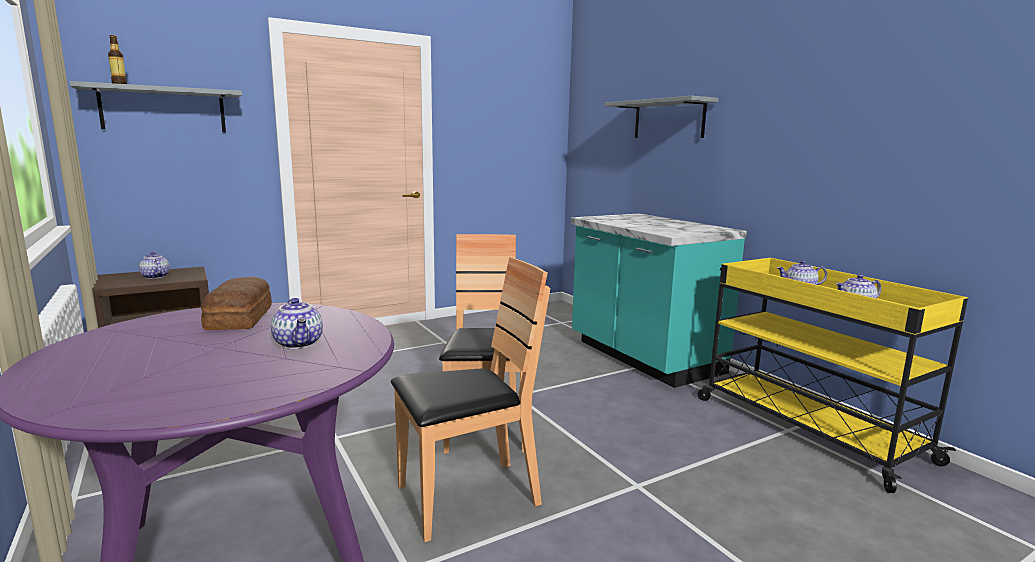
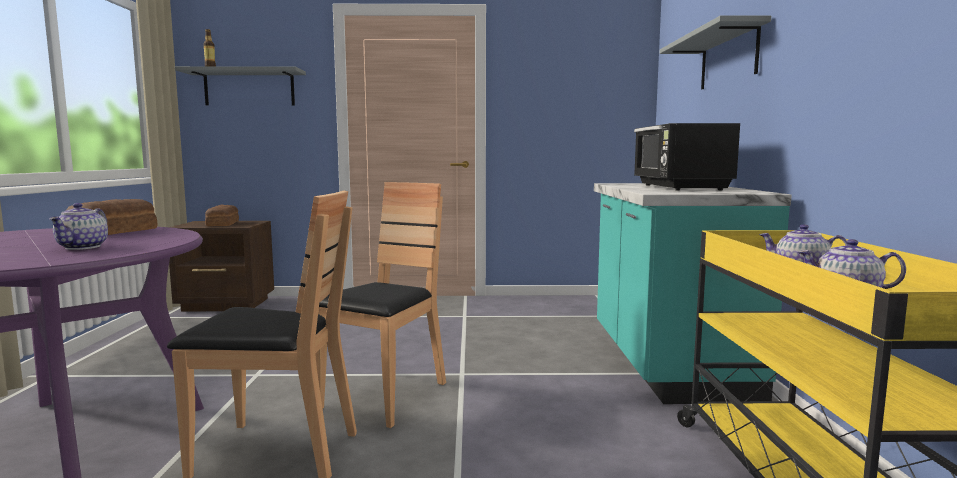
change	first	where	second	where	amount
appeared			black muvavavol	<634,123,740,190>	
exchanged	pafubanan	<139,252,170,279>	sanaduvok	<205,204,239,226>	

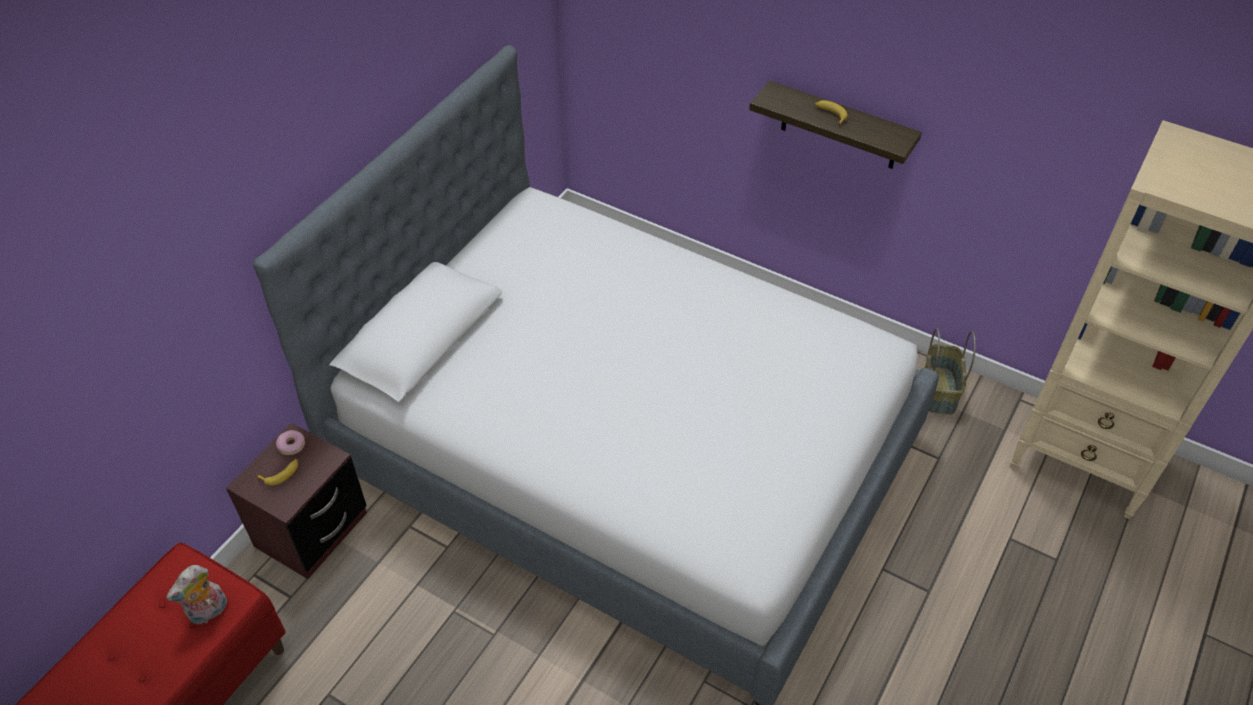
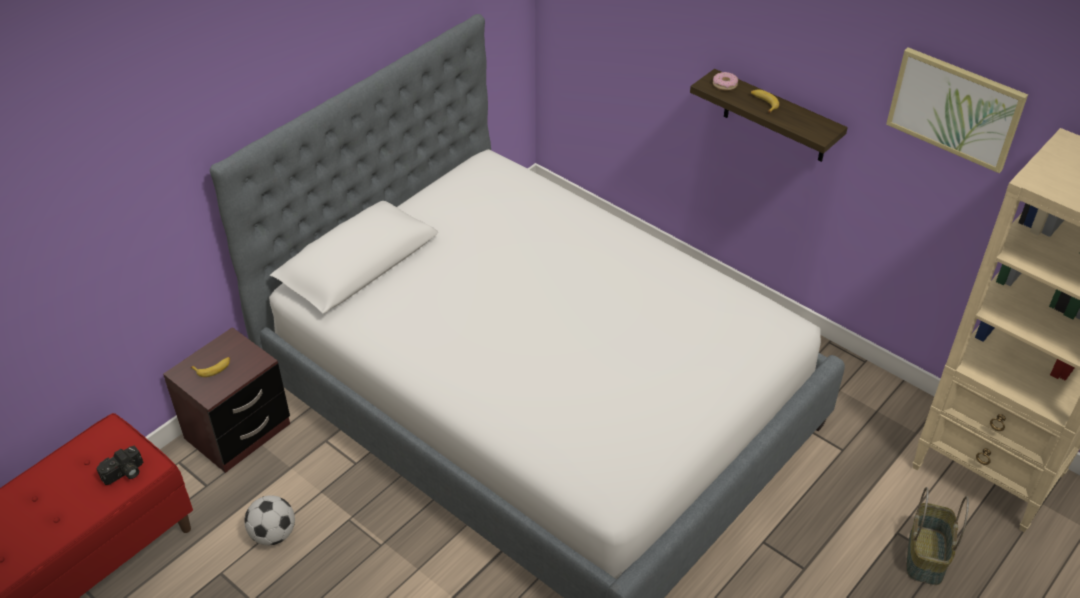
change	first	where	second	where	amount
appeared			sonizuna	<244,495,295,545>	
appeared			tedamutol	<886,47,1028,173>	
relocated	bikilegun	<276,430,305,455>		<713,72,738,90>	
relocated	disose	<925,328,976,414>		<907,487,969,585>	
exchanged	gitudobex	<166,565,227,624>	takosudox	<96,446,144,485>	

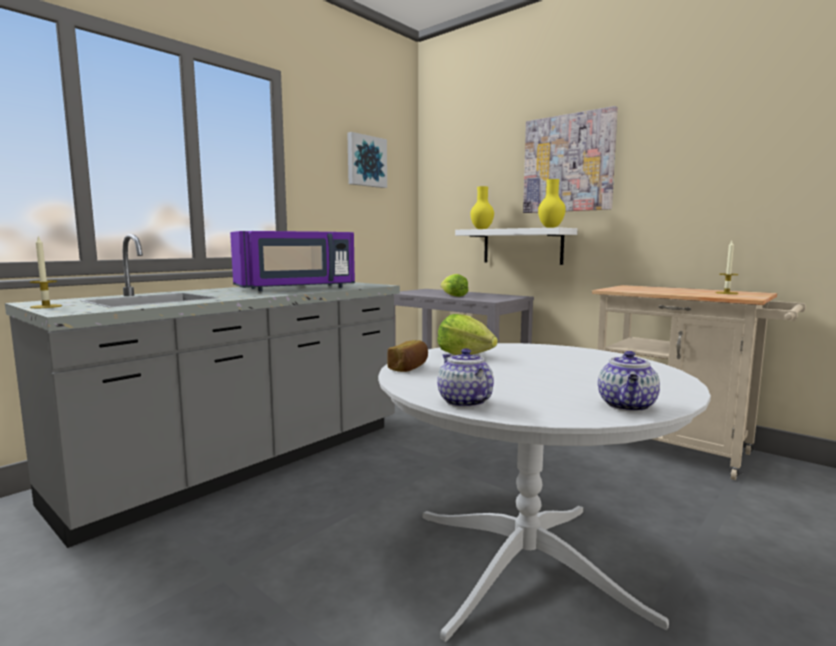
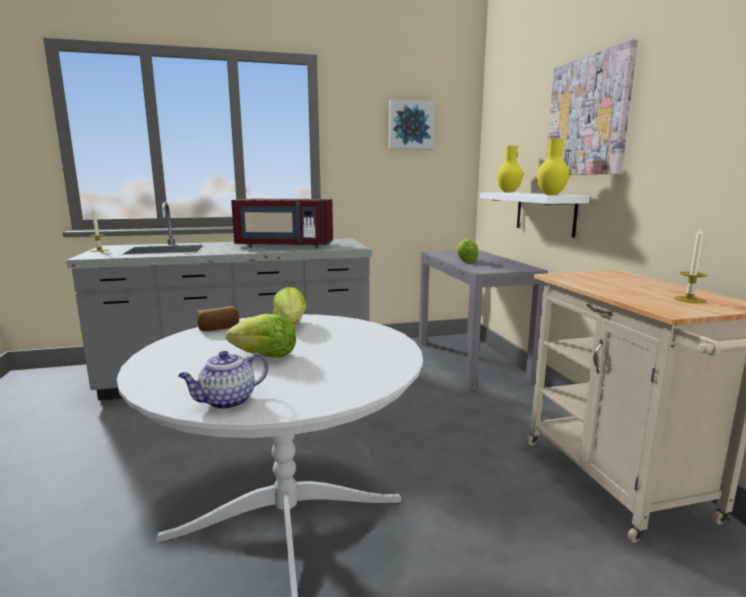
change	first	where	second	where	amount
missing	pafubanan	<437,348,494,408>			
appeared			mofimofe	<226,313,296,358>	
colour	purple muvavavol	<230,231,355,291>	red muvavavol	<231,199,333,248>	

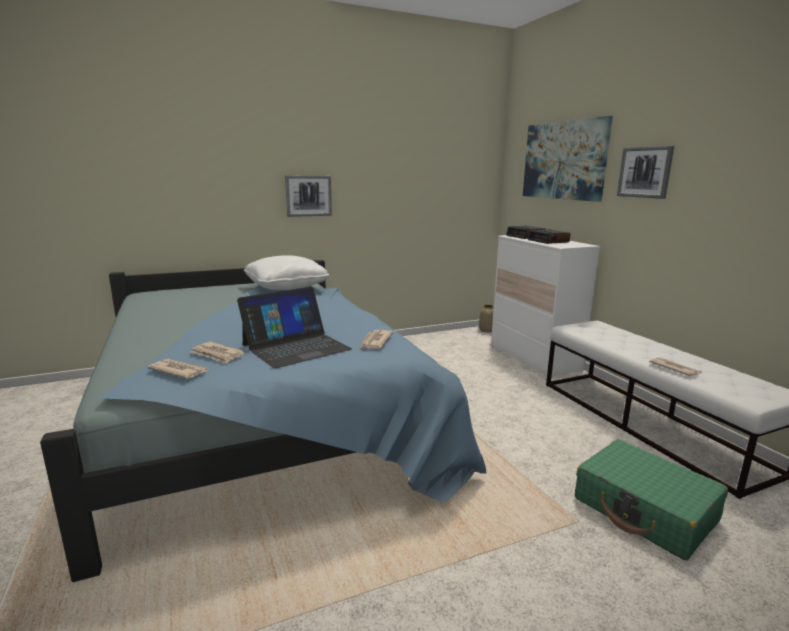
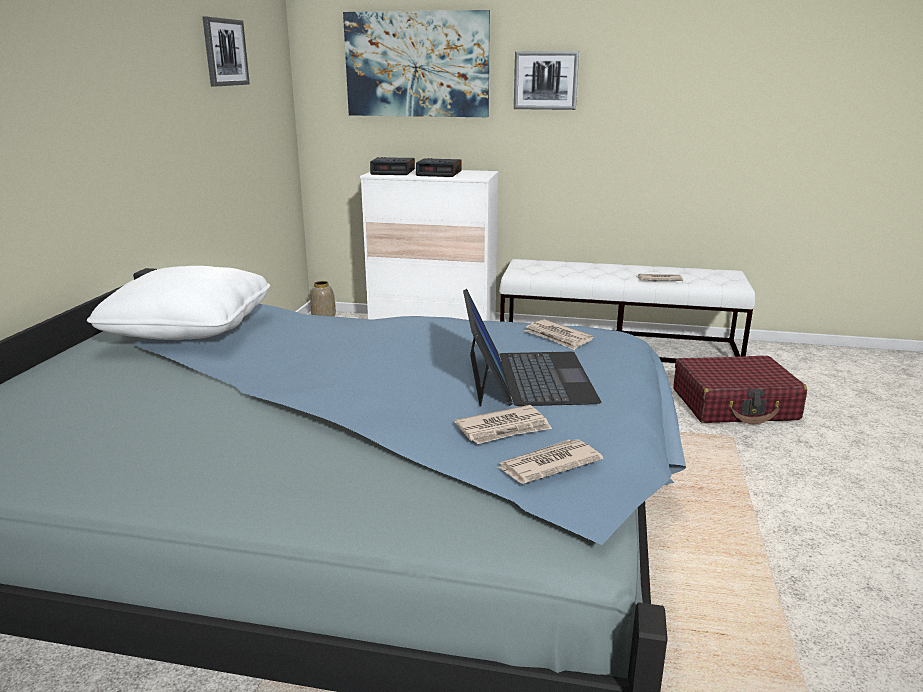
change	first	where	second	where	amount
relocated	tedamutol	<285,176,332,217>		<202,17,250,86>	
colour	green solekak	<575,439,728,560>	red solekak	<674,356,807,424>	

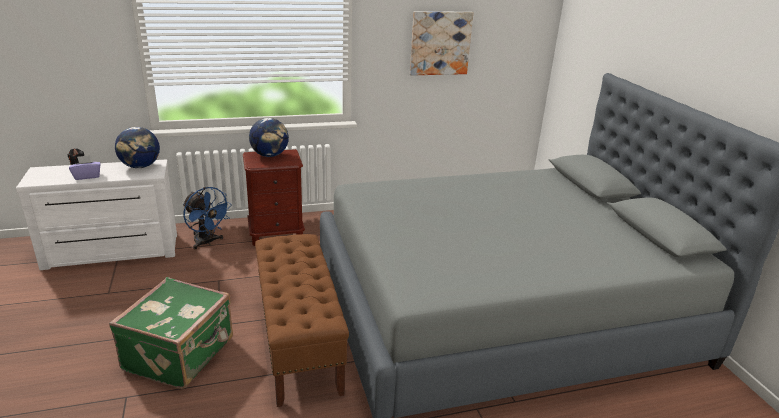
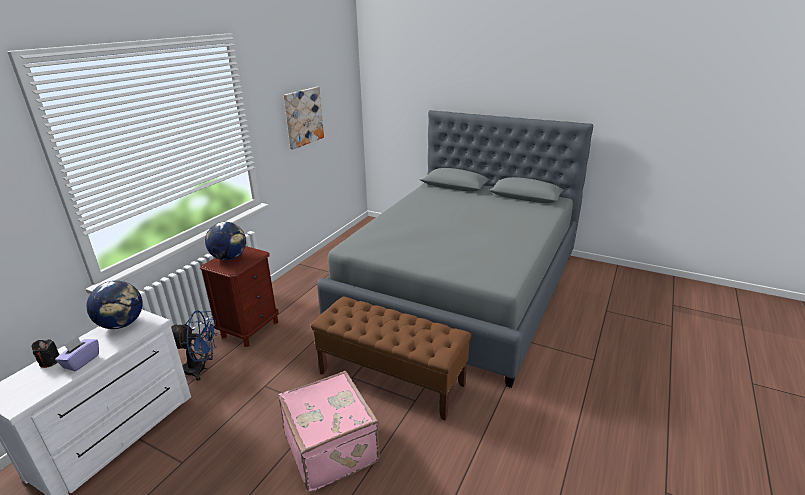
change	first	where	second	where	amount
colour	green solekak	<109,277,233,389>	pink solekak	<278,371,380,492>	

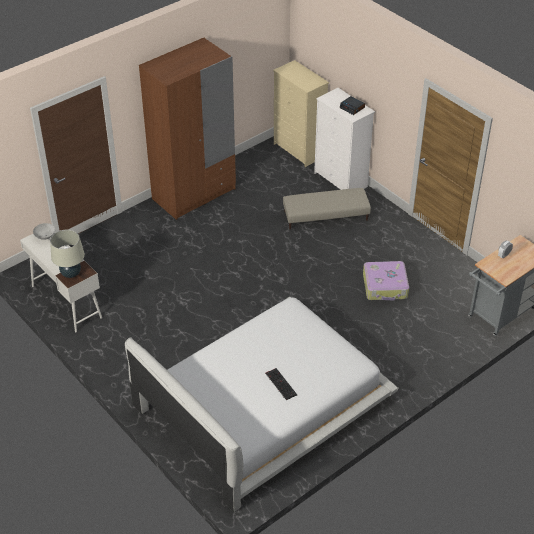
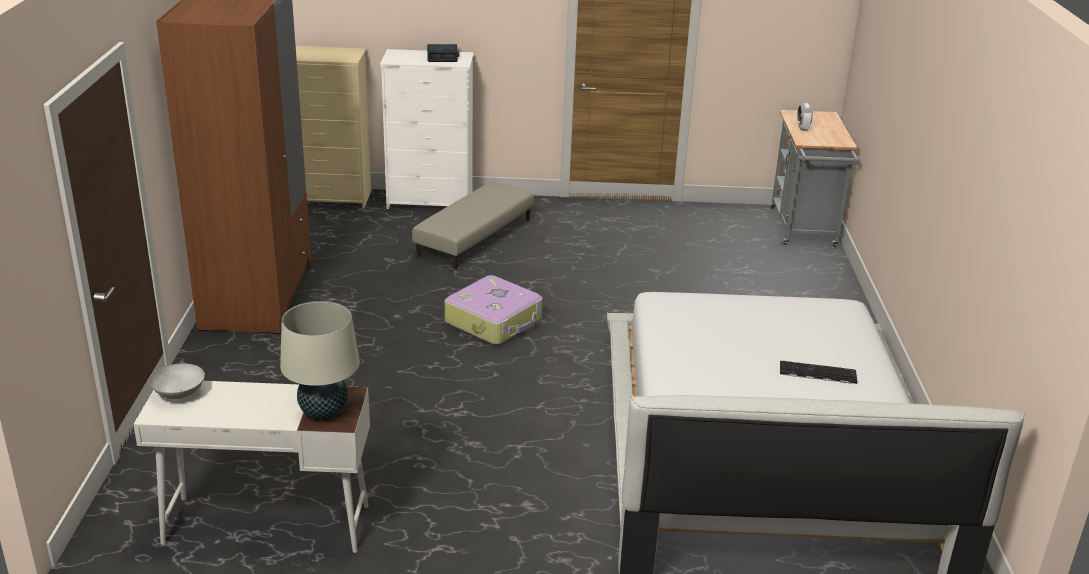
change	first	where	second	where	amount
relocated	solekak	<363,261,409,300>		<444,275,543,345>	

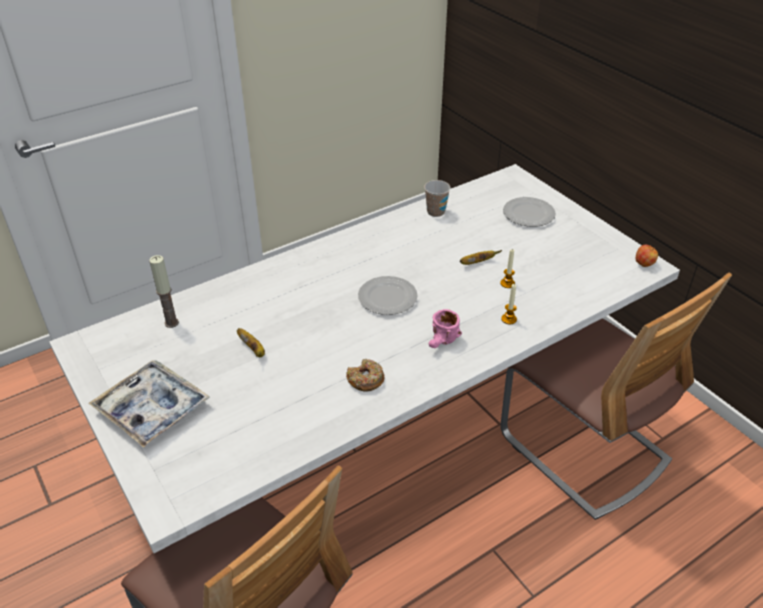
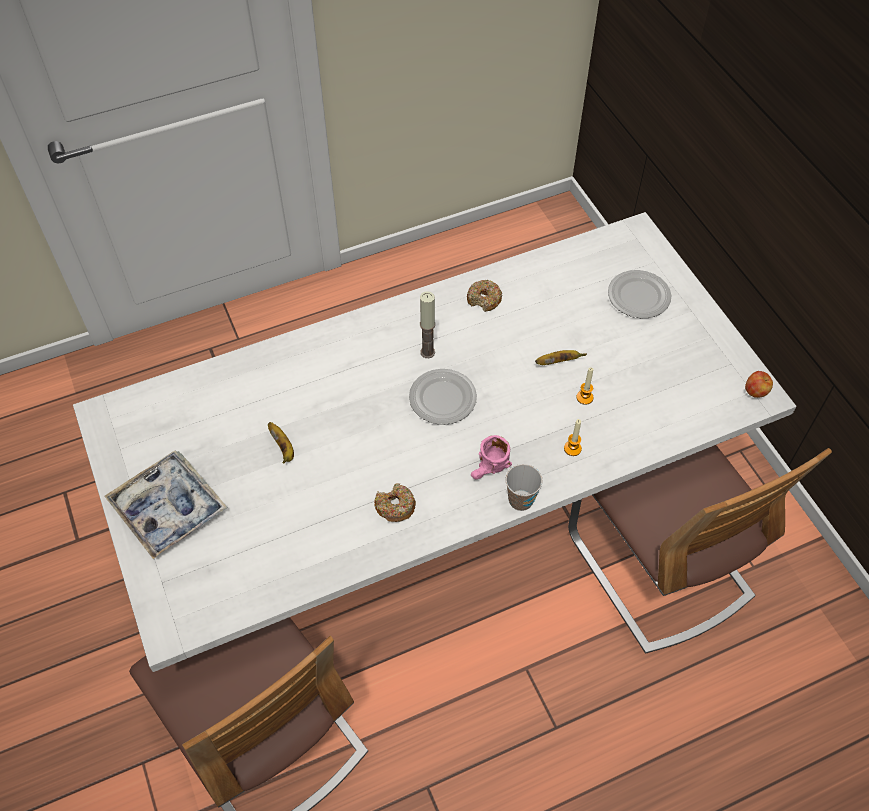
change	first	where	second	where	amount
appeared			bikilegun	<467,280,502,312>	
relocated	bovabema	<149,255,179,328>		<420,291,436,358>	
relocated	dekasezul	<424,180,450,217>		<505,464,543,511>	

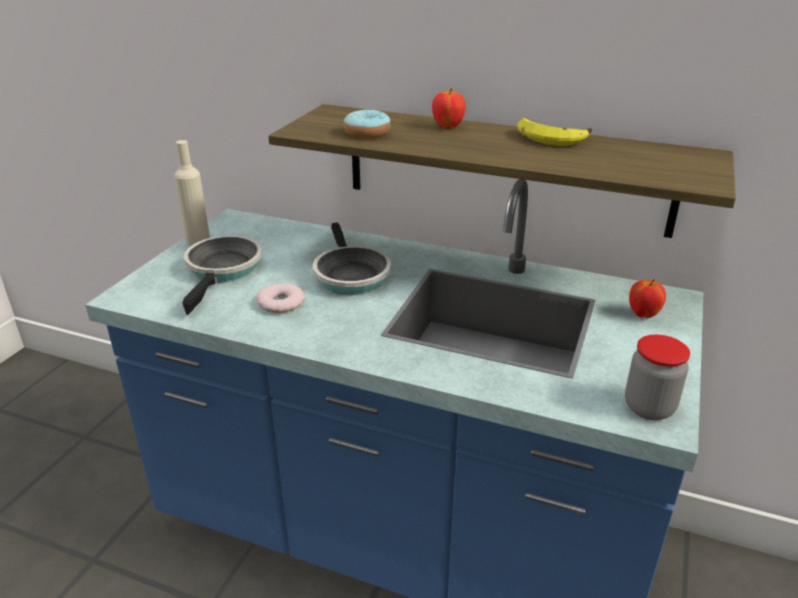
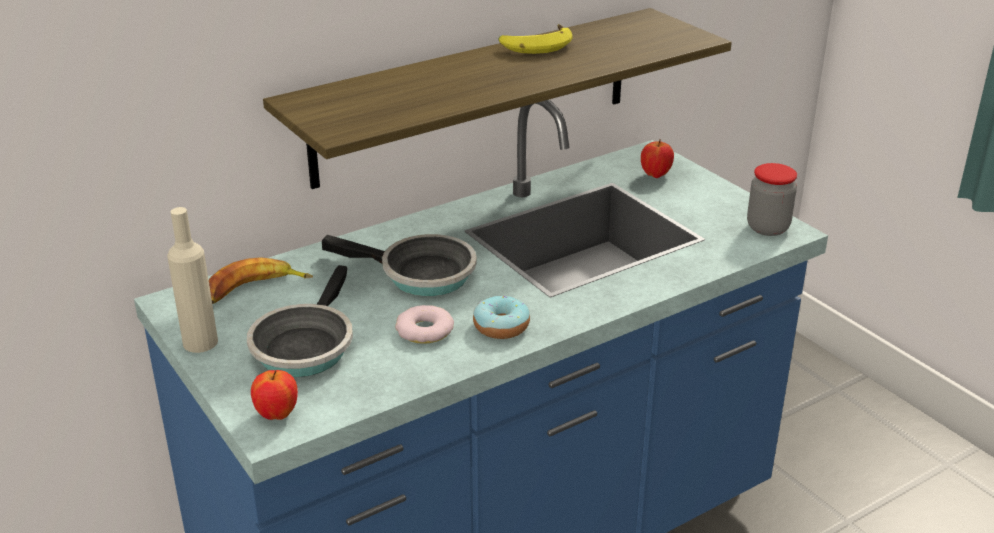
change	first	where	second	where	amount
appeared			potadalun	<209,257,313,304>	
relocated	bikilegun	<344,109,391,139>		<473,296,530,339>	
relocated	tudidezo	<432,88,466,129>		<251,370,298,420>	
spun	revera	<182,235,262,315>		<247,265,353,377>	120 degrees counterclockwise

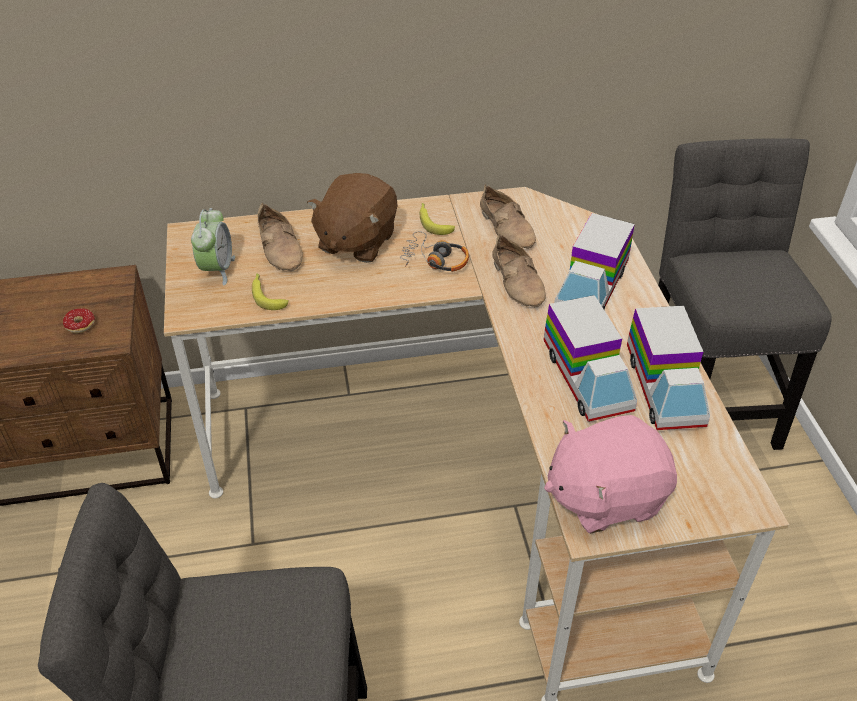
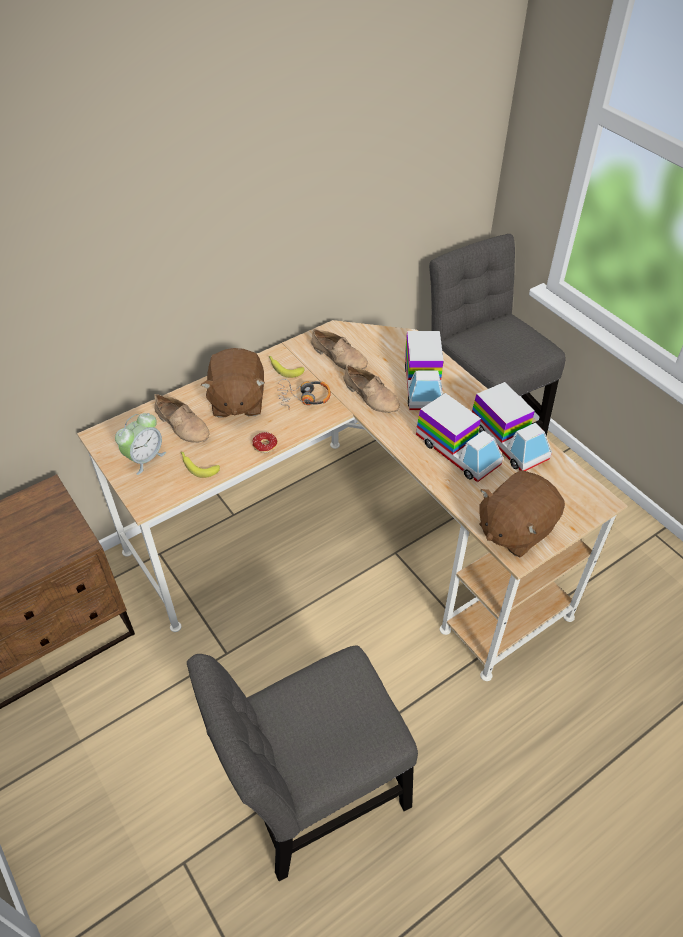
change	first	where	second	where	amount
relocated	bikilegun	<63,308,95,333>		<252,432,278,453>	
colour	pink gitudobex	<544,415,677,534>	brown gitudobex	<479,470,565,558>	
spun	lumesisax	<191,208,235,285>		<115,413,166,475>	60 degrees clockwise

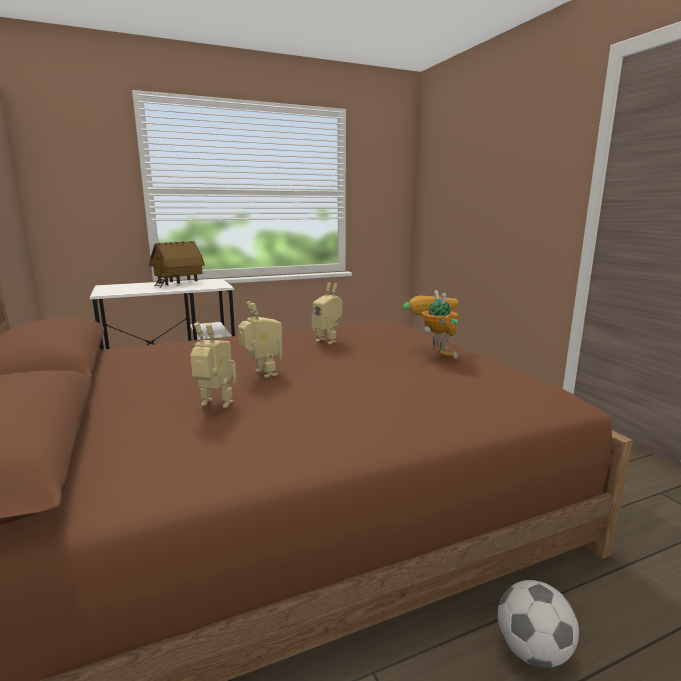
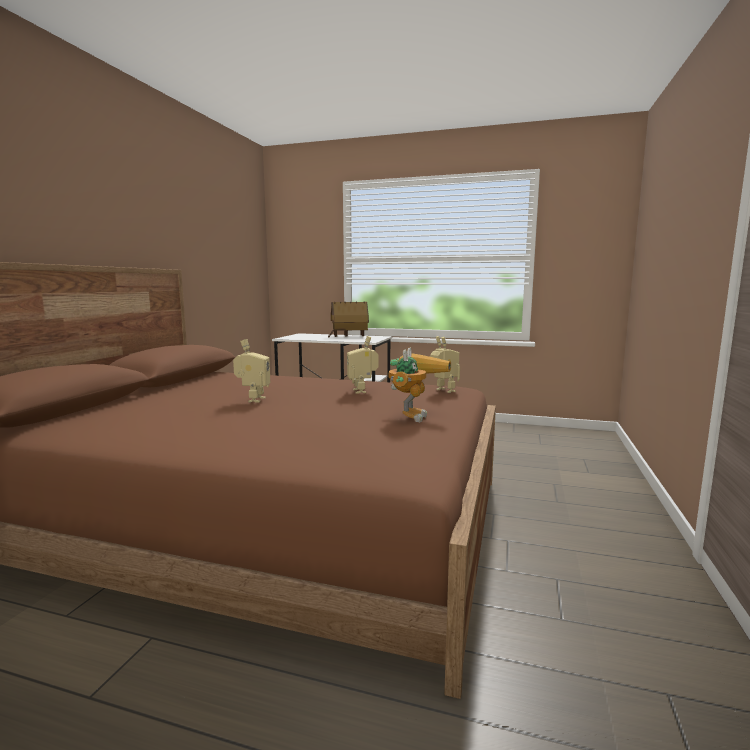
change	first	where	second	where	amount
missing	sonizuna	<498,580,579,668>			
relocated	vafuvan	<190,322,237,408>		<430,336,460,393>	

